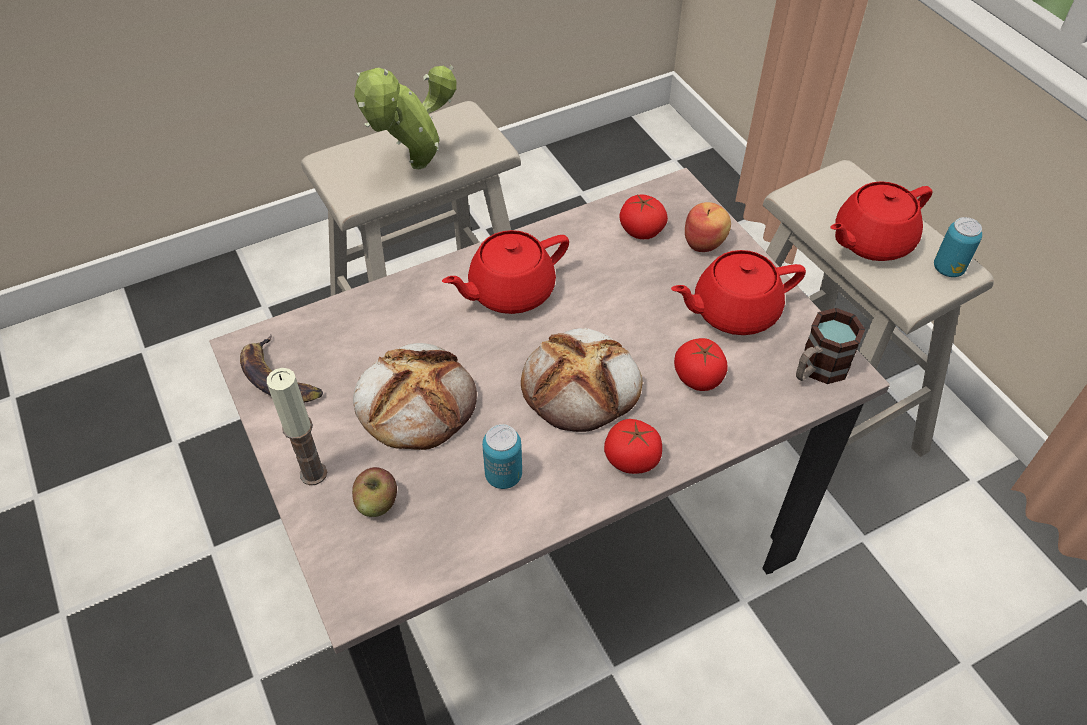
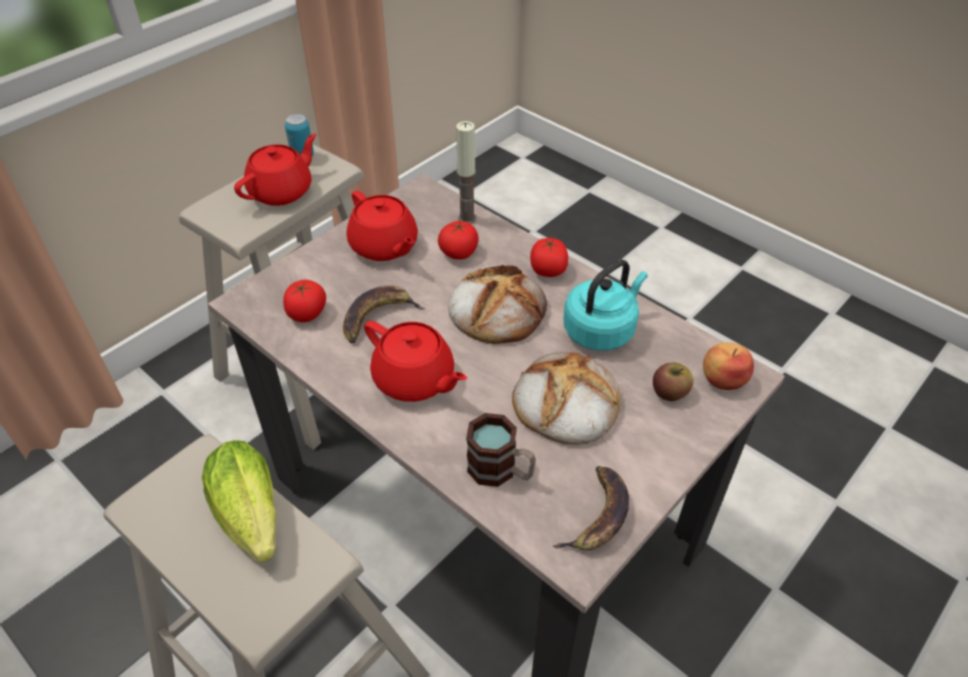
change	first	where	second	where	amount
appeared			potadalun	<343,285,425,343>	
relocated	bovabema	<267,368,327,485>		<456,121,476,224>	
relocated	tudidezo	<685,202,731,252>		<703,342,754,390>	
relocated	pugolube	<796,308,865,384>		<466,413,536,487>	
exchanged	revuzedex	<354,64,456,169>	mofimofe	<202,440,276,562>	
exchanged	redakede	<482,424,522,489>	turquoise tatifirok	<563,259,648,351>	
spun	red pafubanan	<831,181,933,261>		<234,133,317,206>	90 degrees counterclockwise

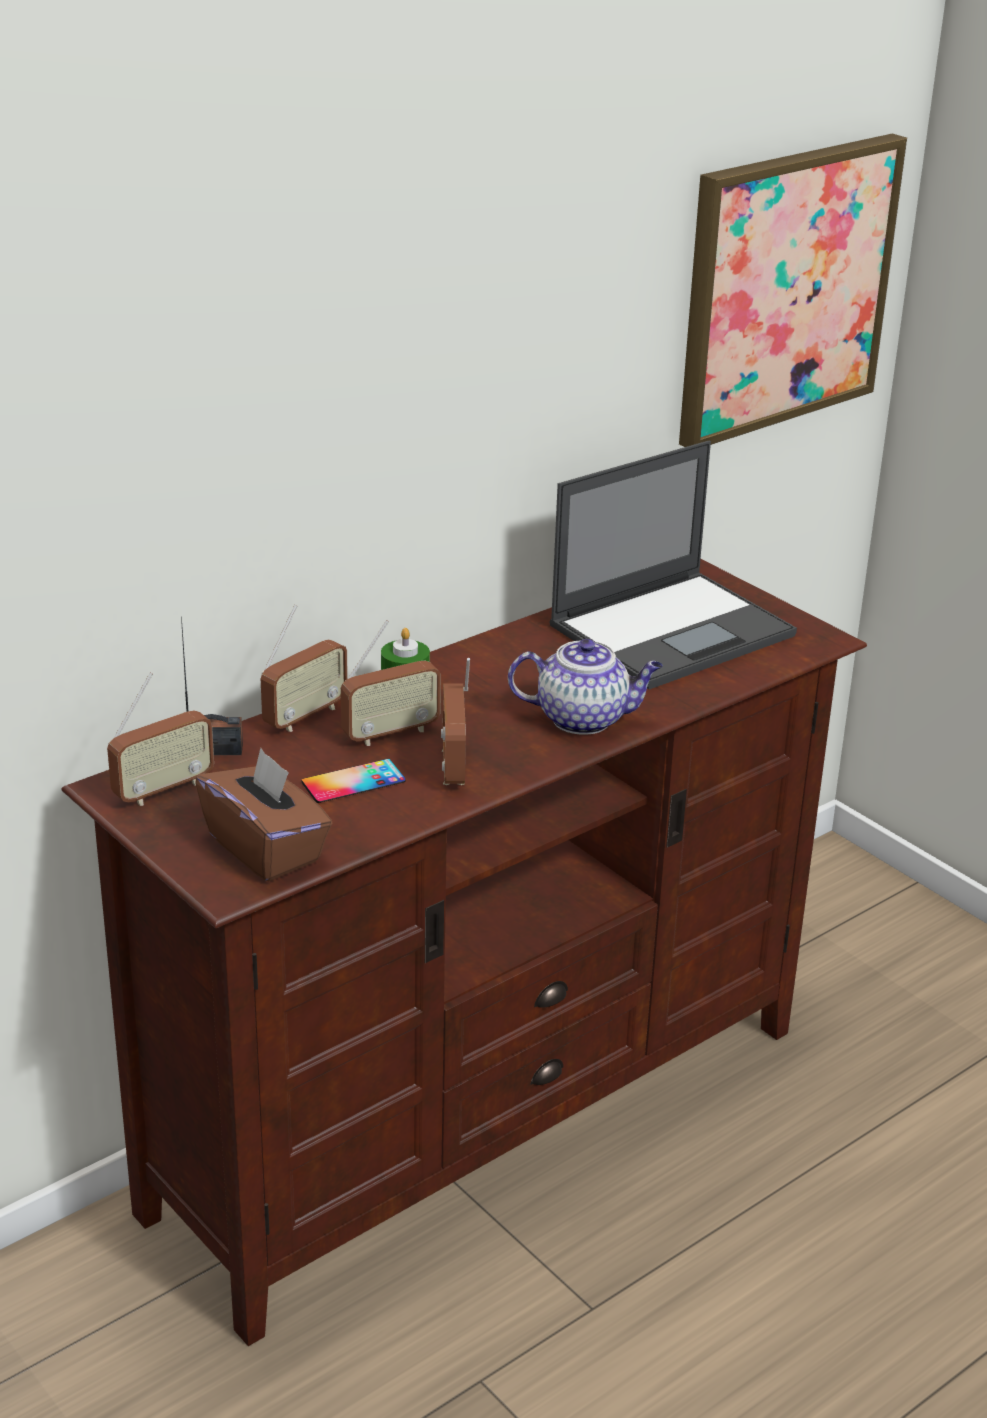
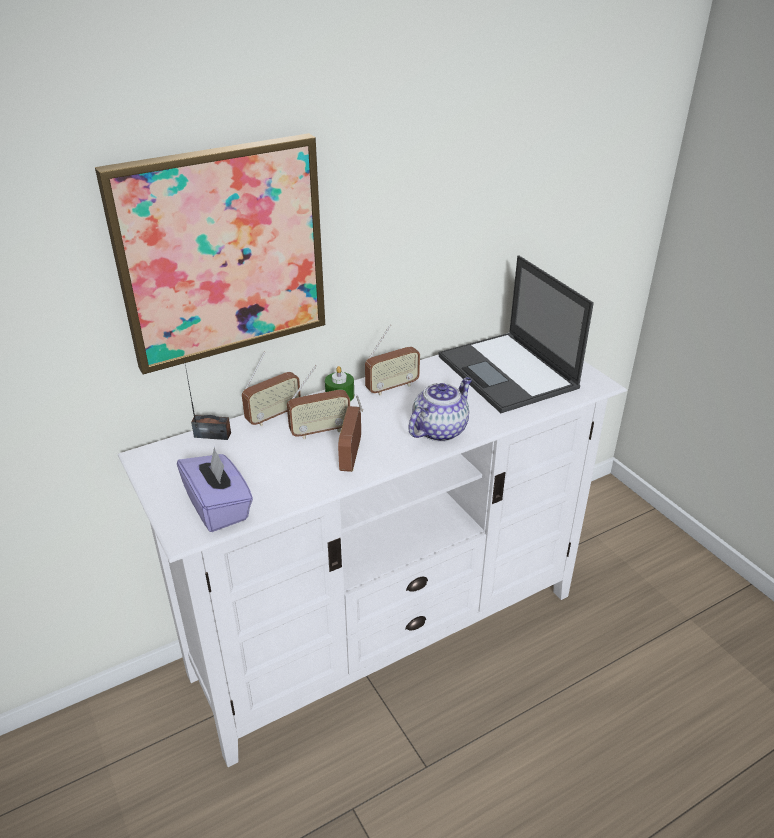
change	first	where	second	where	amount
missing	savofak	<301,759,405,803>			
relocated	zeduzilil	<107,672,214,806>		<365,325,420,395>	
relocated	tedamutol	<679,134,907,447>		<95,133,325,374>	
colour	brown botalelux	<61,559,867,1346>	white botalelux	<118,333,627,767>	
colour	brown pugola	<195,748,333,881>	purple pugola	<177,446,253,532>	
spun	pafubanan	<508,639,663,735>		<408,377,472,442>	60 degrees counterclockwise
spun	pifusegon	<549,440,797,689>		<438,255,594,413>	90 degrees clockwise

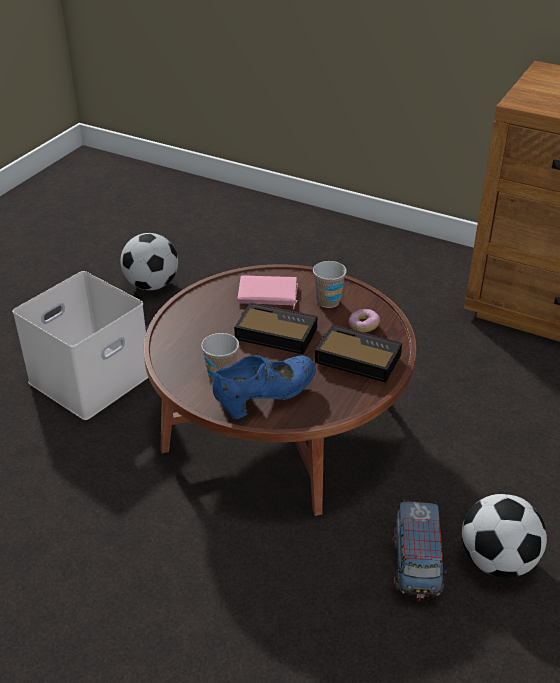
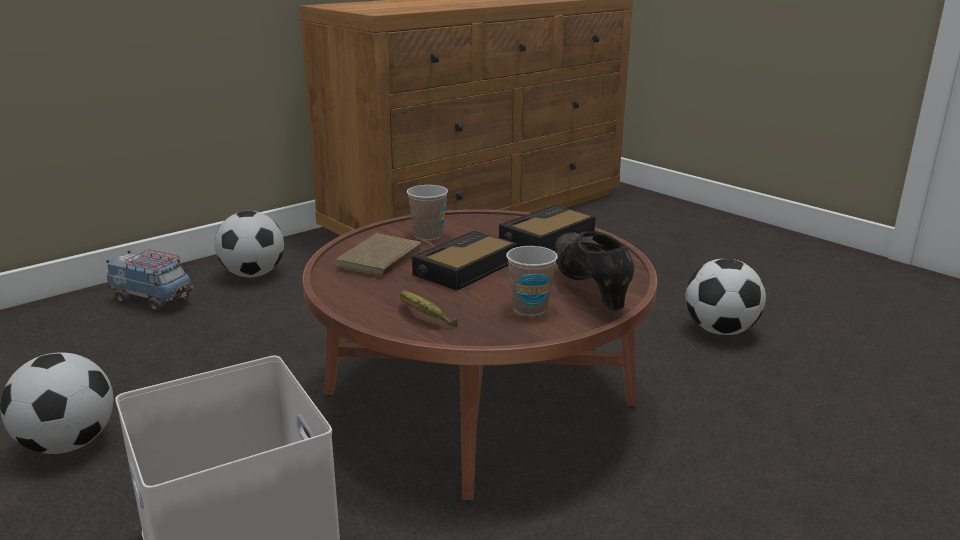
change	first	where	second	where	amount
missing	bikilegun	<349,309,380,332>			
appeared			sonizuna	<215,211,284,278>	
appeared			potadalun	<400,291,458,327>	
relocated	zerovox	<393,499,447,601>		<106,250,193,313>	
colour	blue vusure	<212,355,316,419>	black vusure	<554,232,634,311>	
colour	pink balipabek	<237,276,298,309>	brown balipabek	<336,234,435,277>	

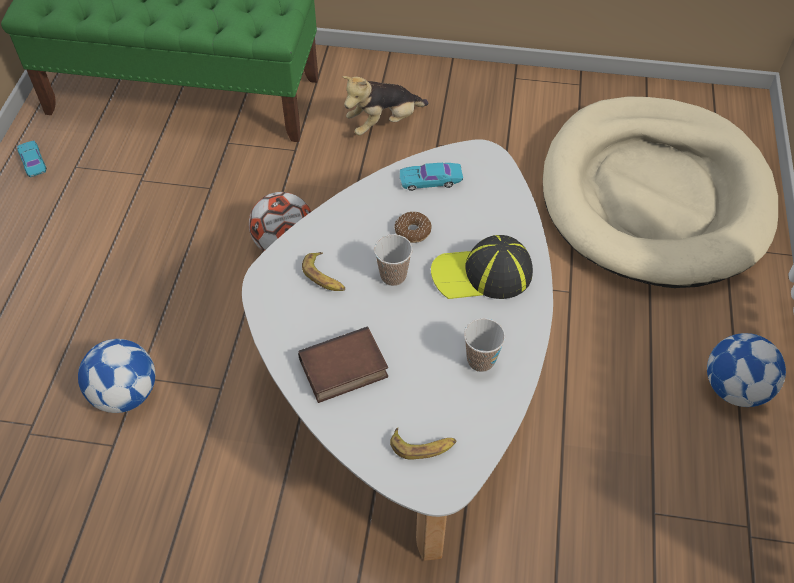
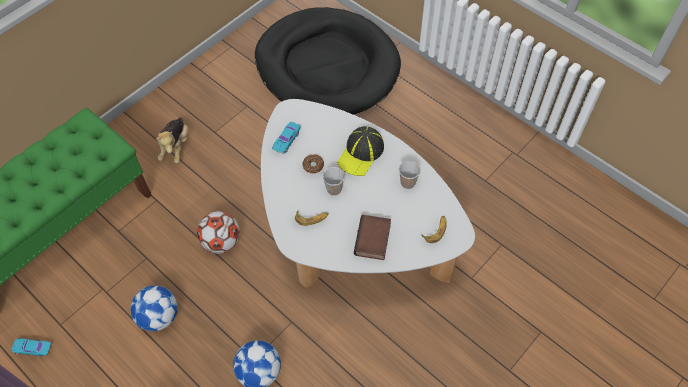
change	first	where	second	where	amount
relocated	sonizuna	<707,333,786,407>		<131,286,177,331>	
colour	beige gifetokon	<543,96,778,288>	black gifetokon	<255,7,401,115>	

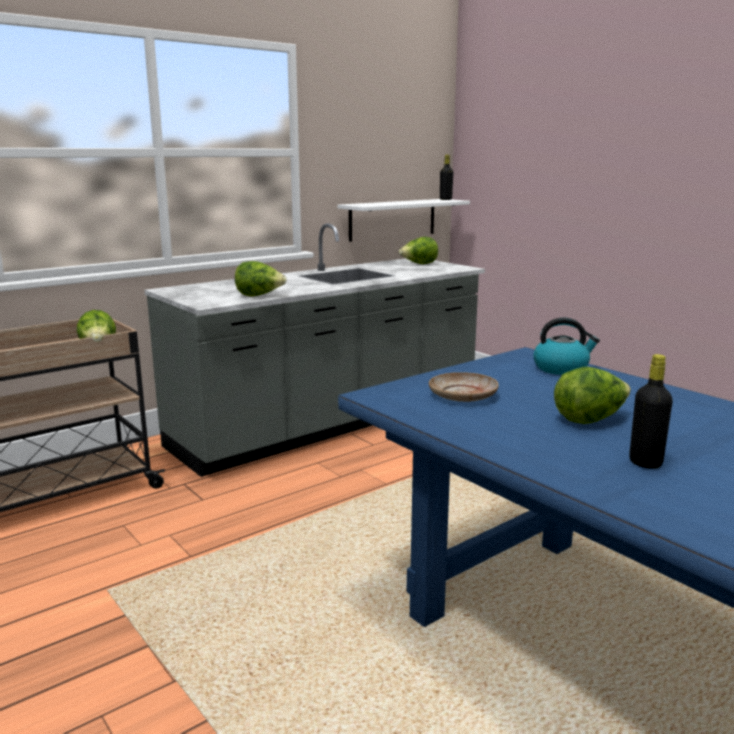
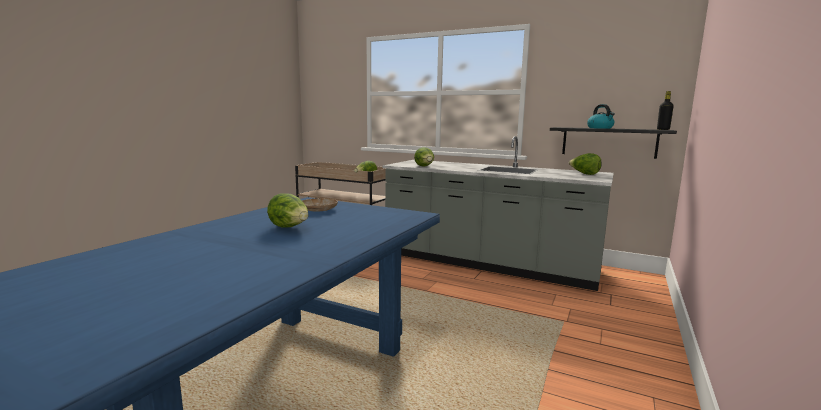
change	first	where	second	where	amount
missing	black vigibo	<629,354,673,469>			
relocated	tatifirok	<534,318,600,375>		<587,104,615,129>	
colour	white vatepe	<338,199,470,242>	black vatepe	<550,127,677,159>	

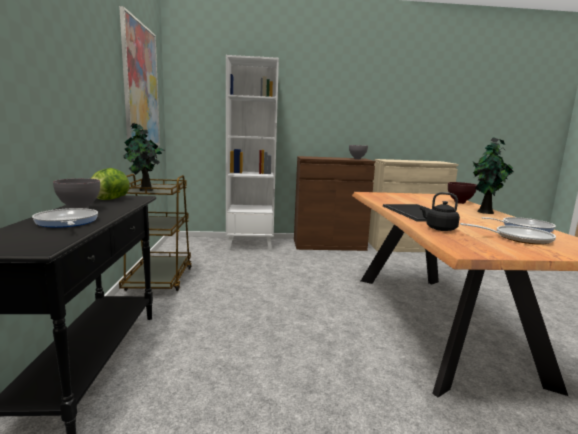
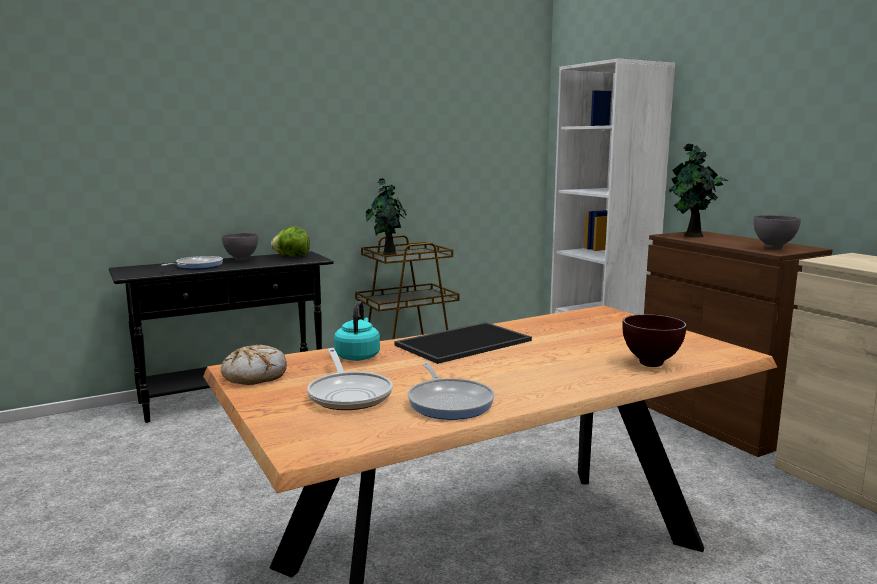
change	first	where	second	where	amount
missing	tedamutol	<119,6,160,146>			
appeared			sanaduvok	<221,345,287,385>	
relocated	revuzedex	<473,137,513,214>		<669,143,728,237>	
colour	black tatifirok	<420,192,460,231>	turquoise tatifirok	<334,301,380,361>	

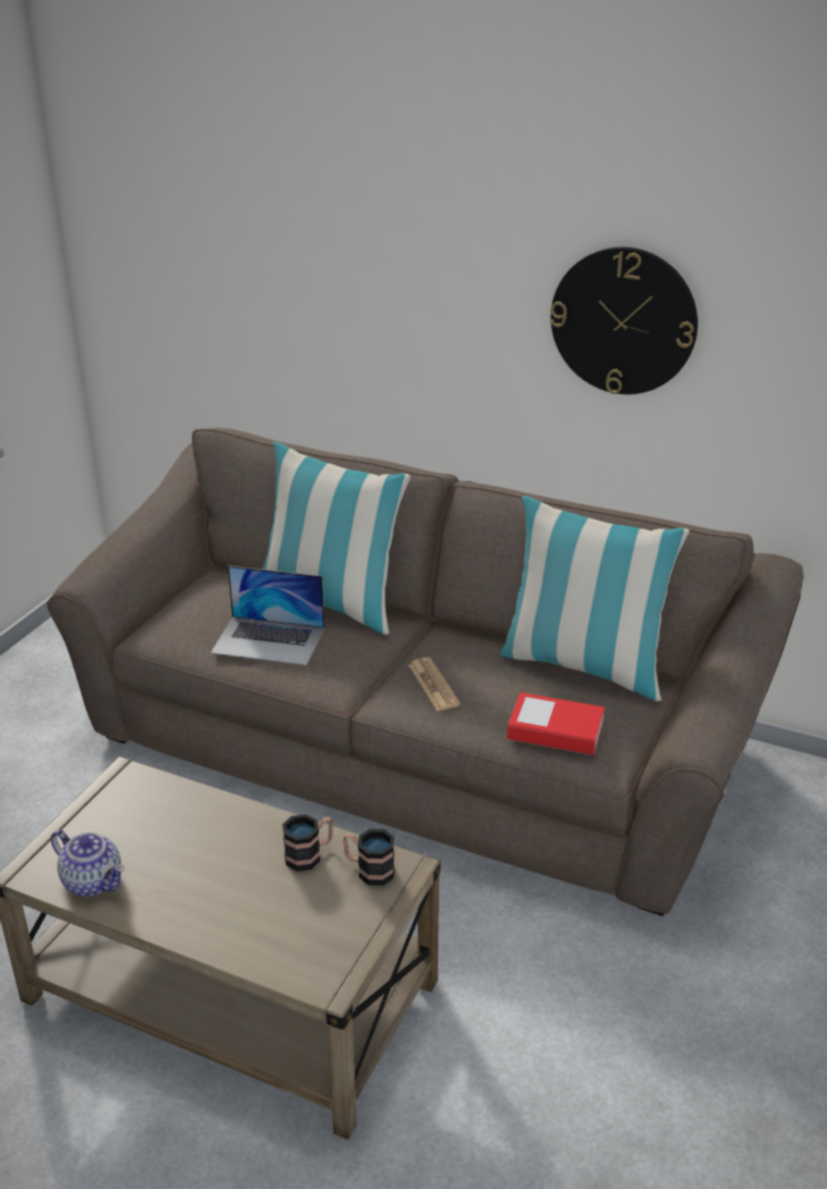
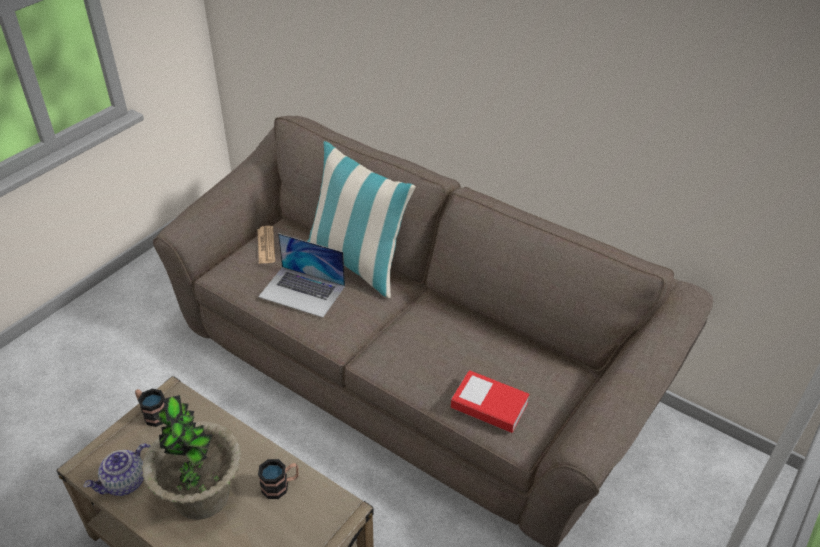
change	first	where	second	where	amount
missing	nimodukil	<499,496,690,701>			
missing	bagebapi	<550,247,698,394>			
appeared			revuzedex	<142,395,242,520>	
relocated	pugolube	<343,829,395,886>		<135,389,165,427>	
relocated	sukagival	<408,657,461,711>		<257,226,275,264>	
spun	pafubanan	<51,830,125,896>		<83,444,150,496>	90 degrees clockwise

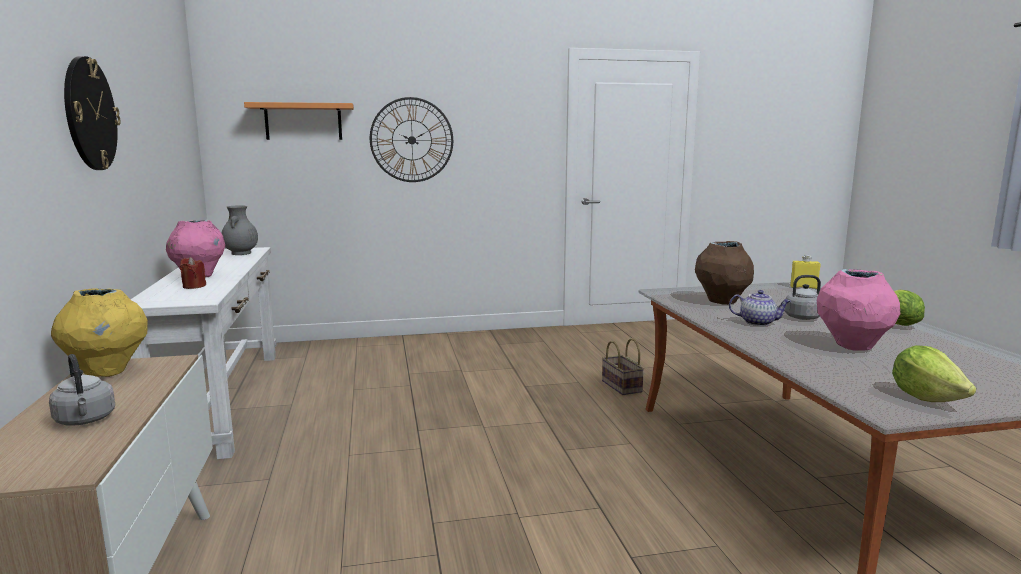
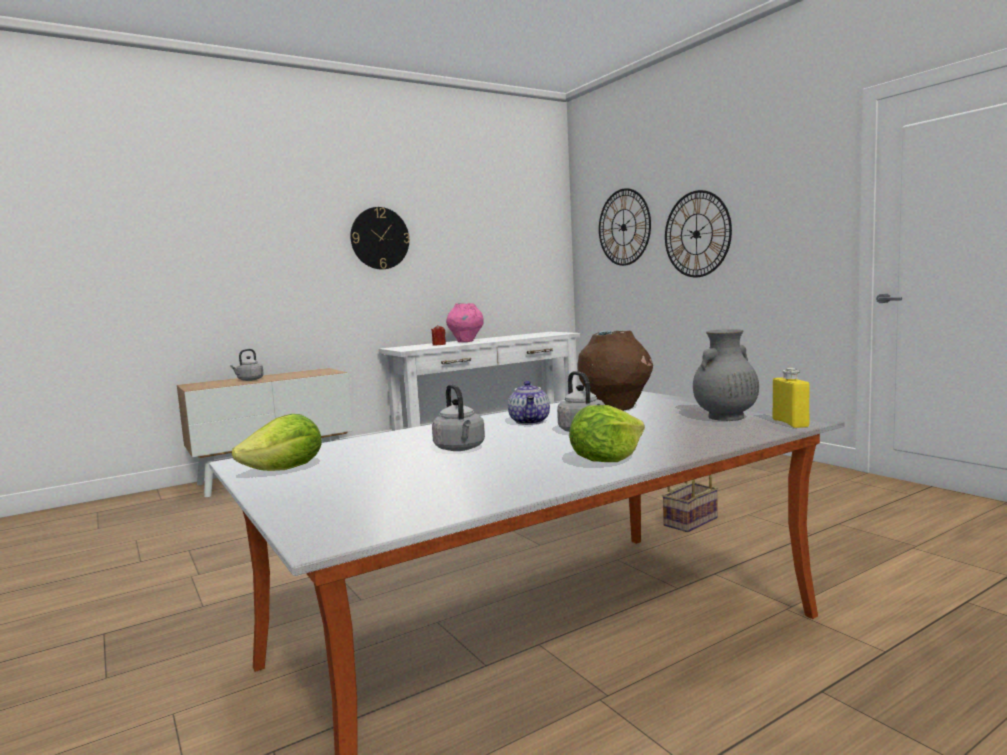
change	first	where	second	where	amount
missing	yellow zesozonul	<51,288,148,377>			
relocated	grey zesozonul	<222,205,258,255>		<693,329,759,421>	
exchanged	orange vatepe	<244,102,354,140>	bagebapi	<599,188,651,266>	
exchanged	pink zesozonul	<817,269,900,351>	grey tatifirok	<432,384,485,451>	

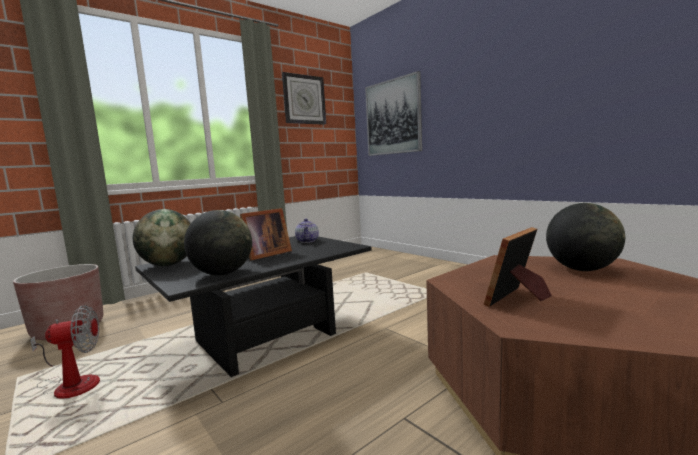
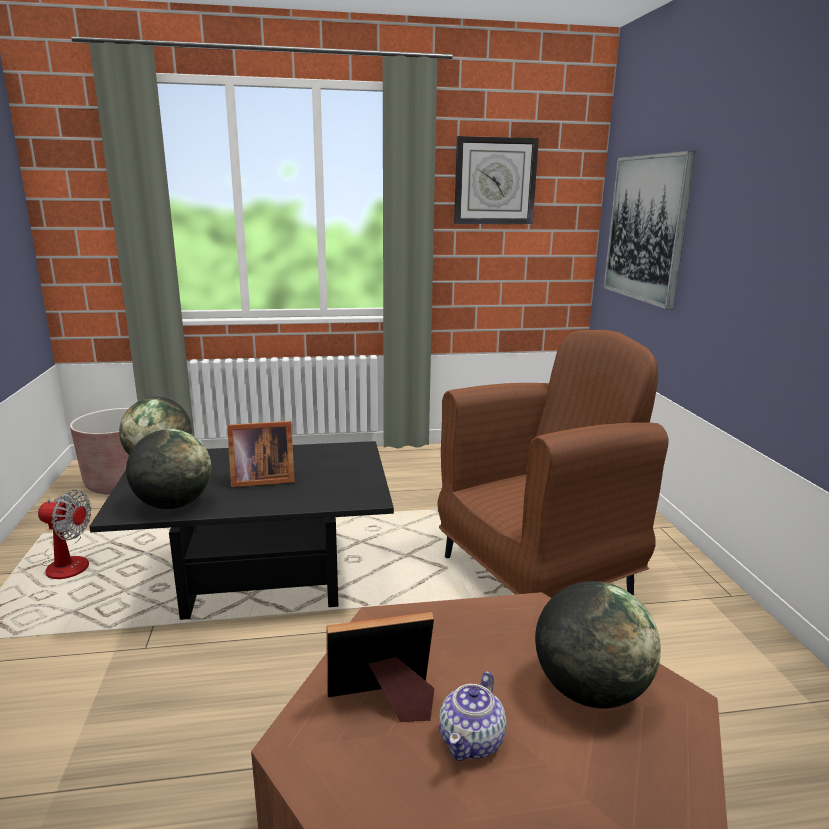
change	first	where	second	where	amount
appeared			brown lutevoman	<437,330,669,598>	
relocated	pafubanan	<295,219,319,243>		<439,671,506,761>	

